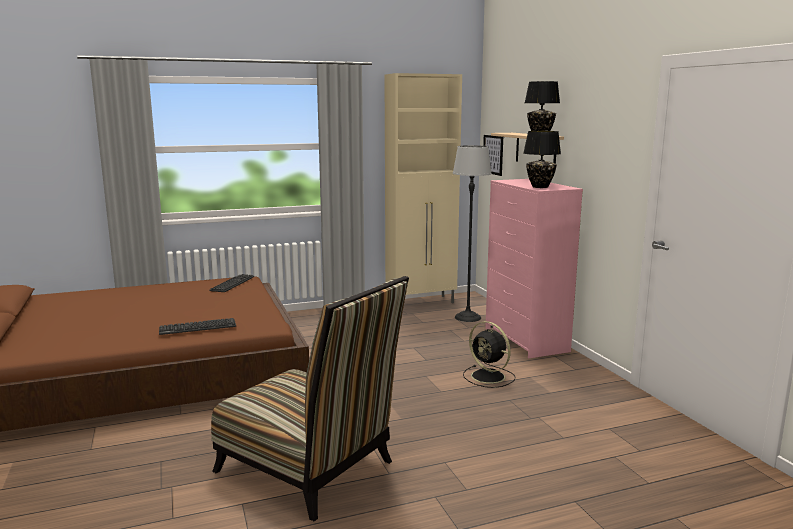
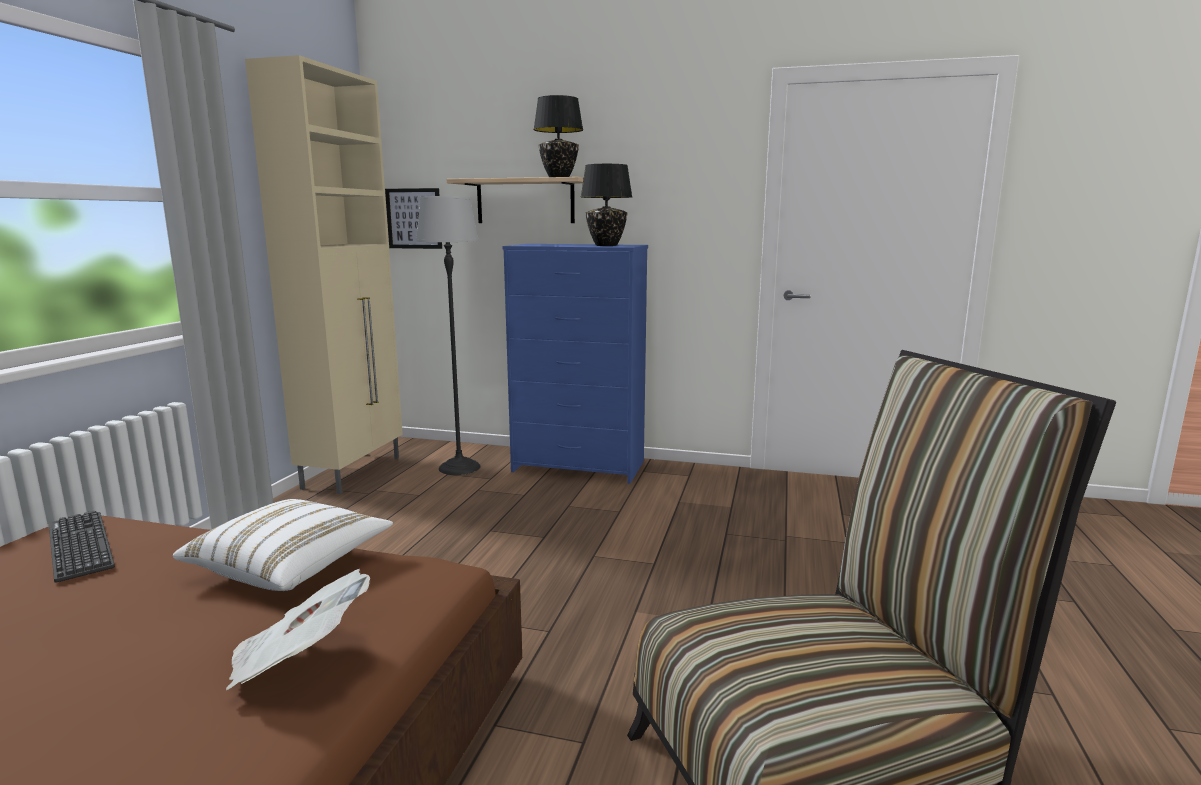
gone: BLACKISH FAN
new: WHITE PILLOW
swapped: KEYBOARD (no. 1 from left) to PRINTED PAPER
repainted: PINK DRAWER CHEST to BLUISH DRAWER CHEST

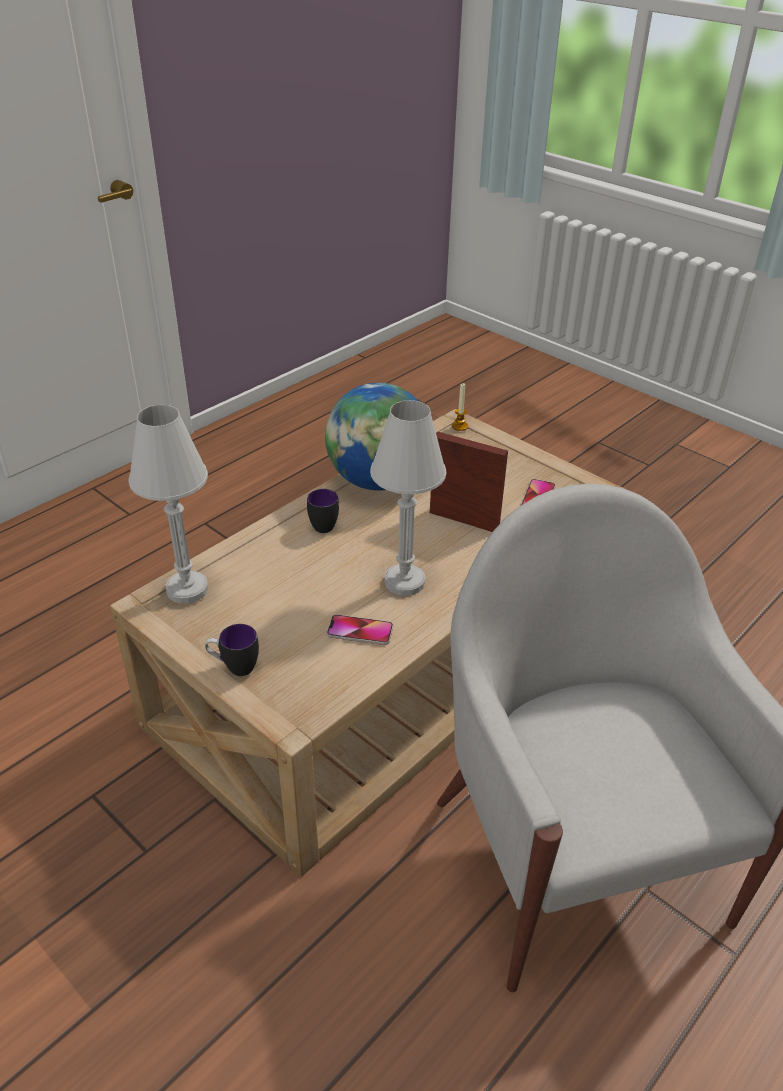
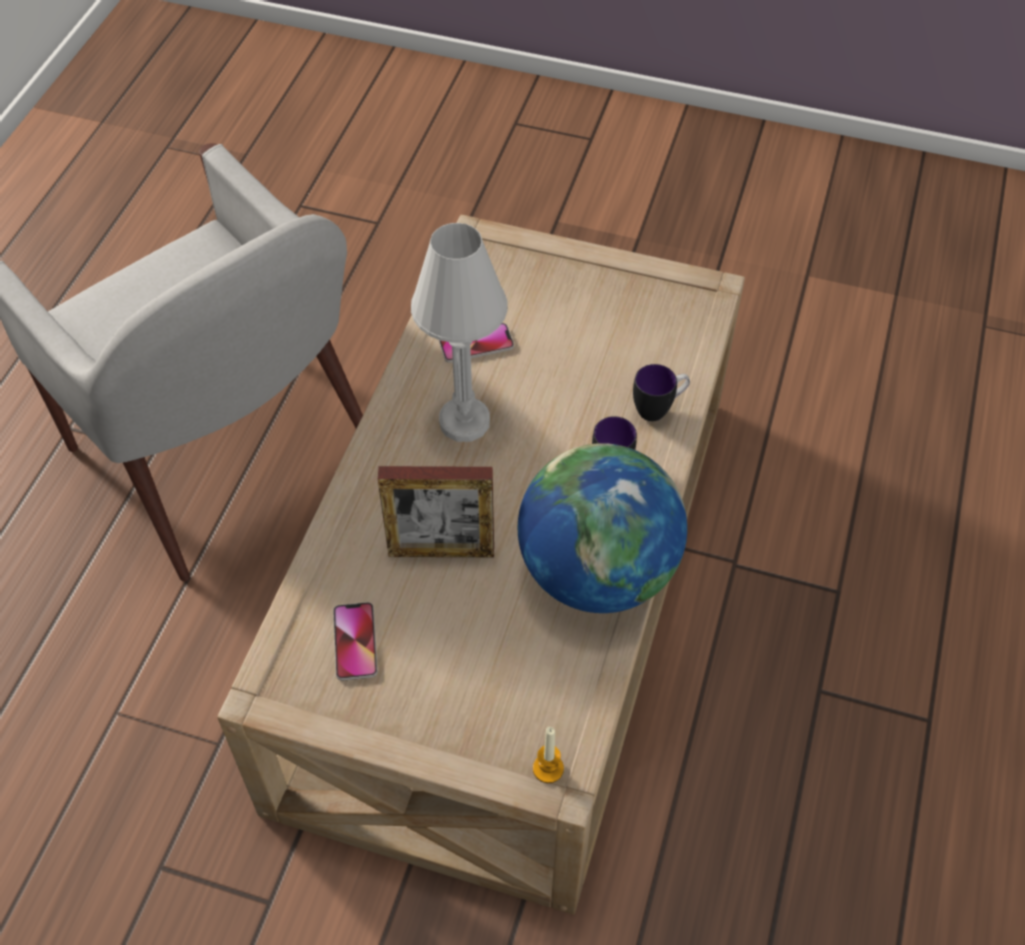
gone: WHITE TABLETOP LAMP (no. 1 from left)
shifted: MUG (no. 1 from left in the first image) to MUG (no. 2 from left)

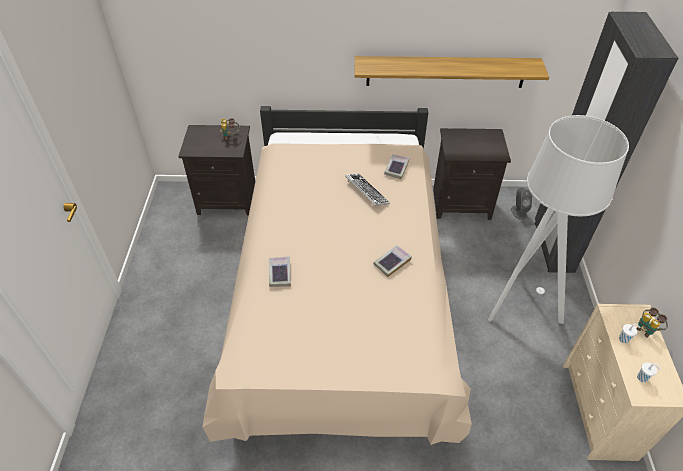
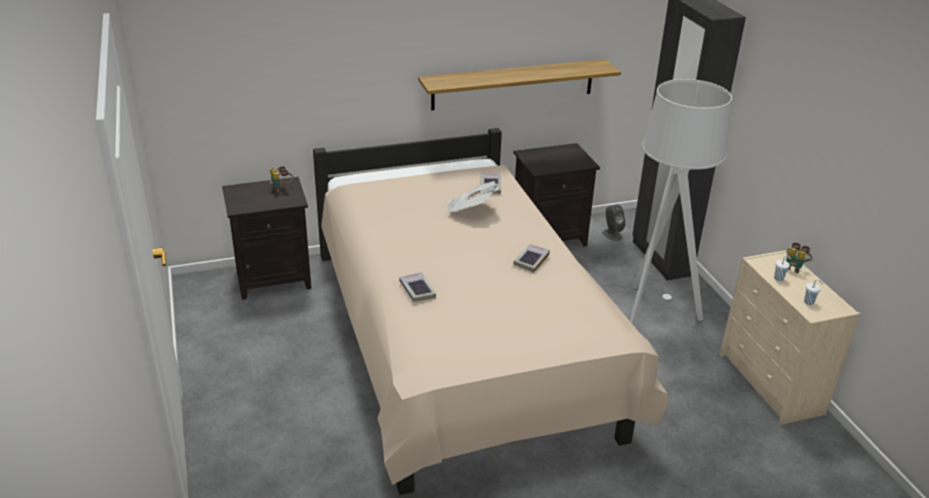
swapped: KEYBOARD to PRINTED PAPER

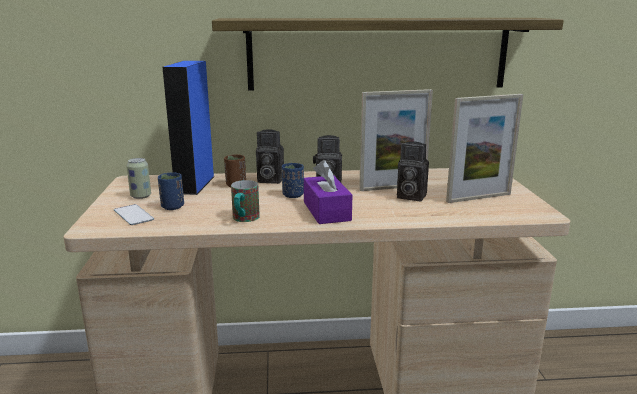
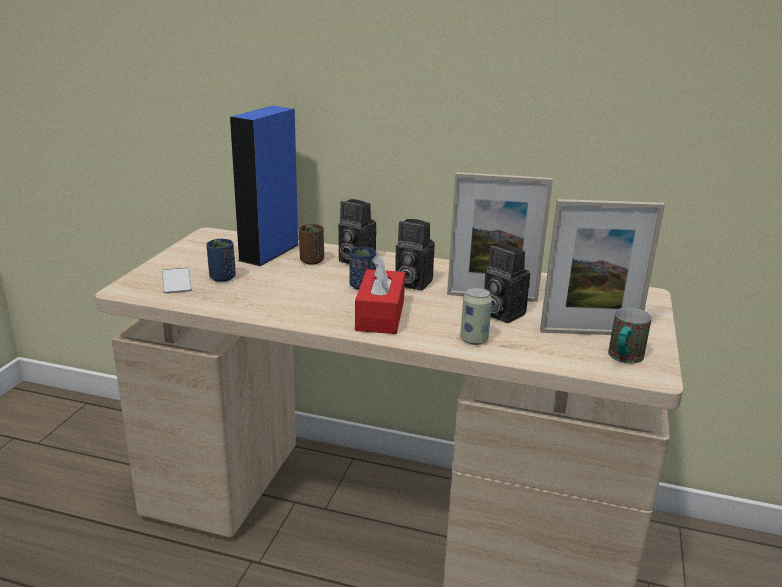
gone: SHELF
shifted: CAN; MUG
repainted: PURPLISH TISSUE BOX to RED-COLOURED TISSUE BOX

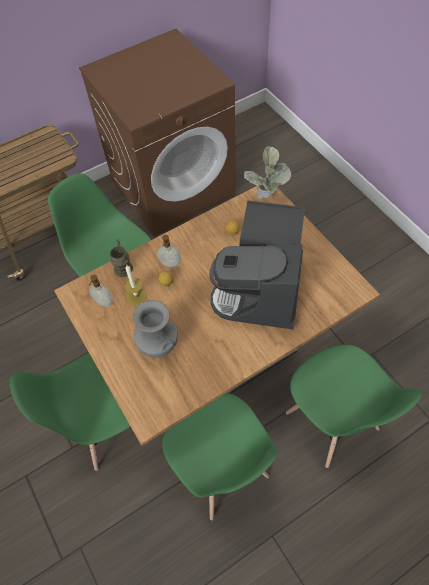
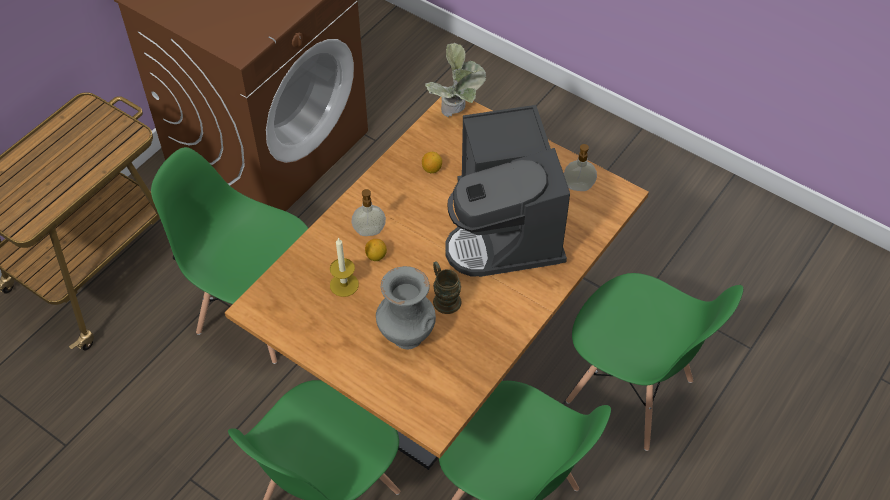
shifted: SOAP DISPENSER (no. 1 from left in the first image) to SOAP DISPENSER (no. 2 from left); BROWN-COLOURED MUG

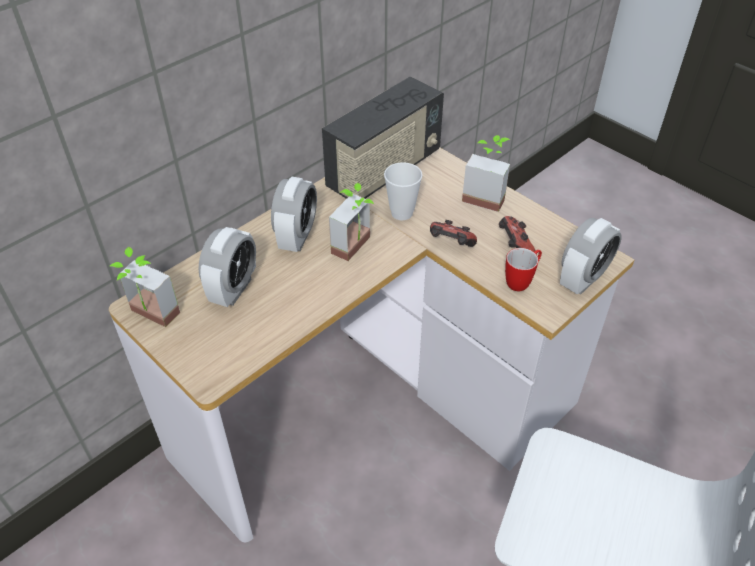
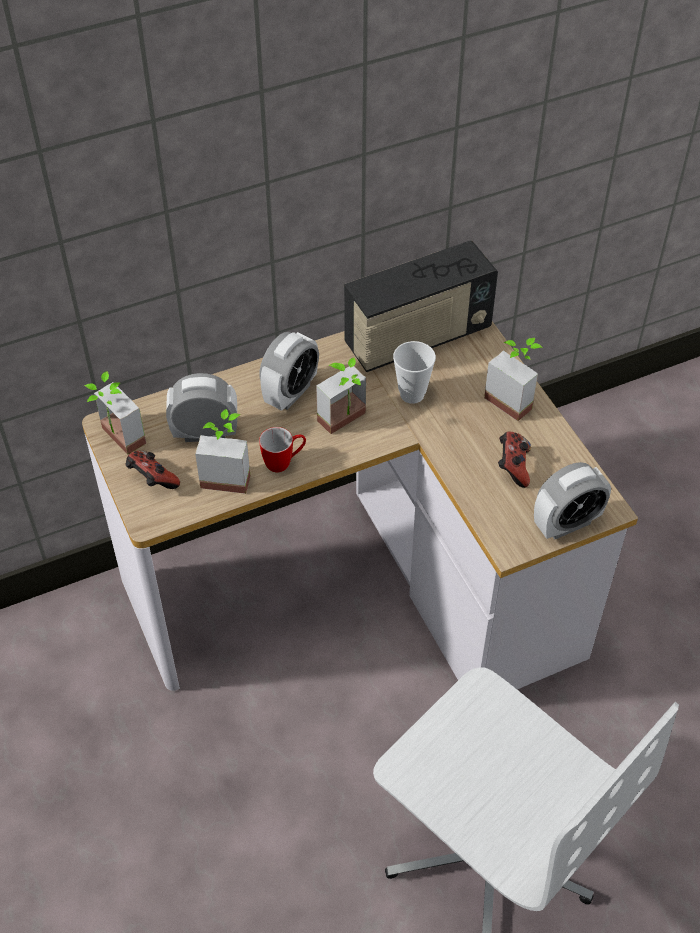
new: PLANT IN A POT (no. 2 from left)
shifted: JOYPAD (no. 1 from left); MUG
rotated: TABLE CLOCK (no. 1 from left) 135 degrees counterclockwise

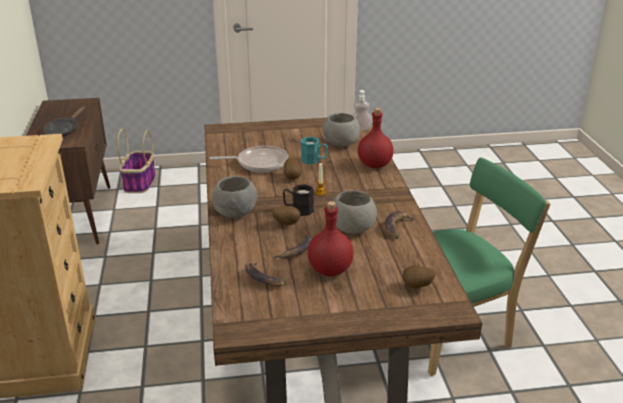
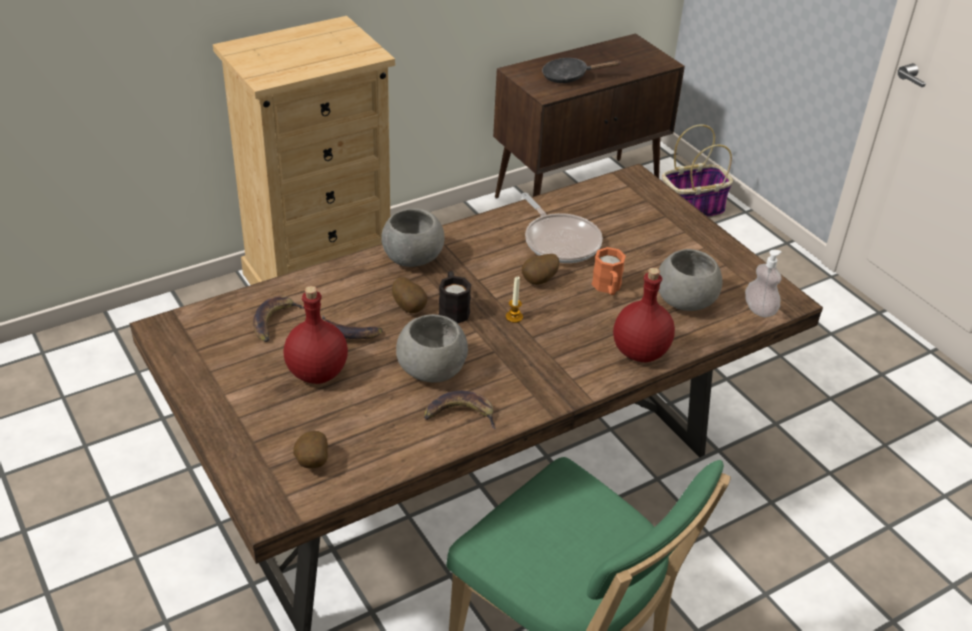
repainted: BLUE-GREEN MUG to ORANGE-COLOURED MUG

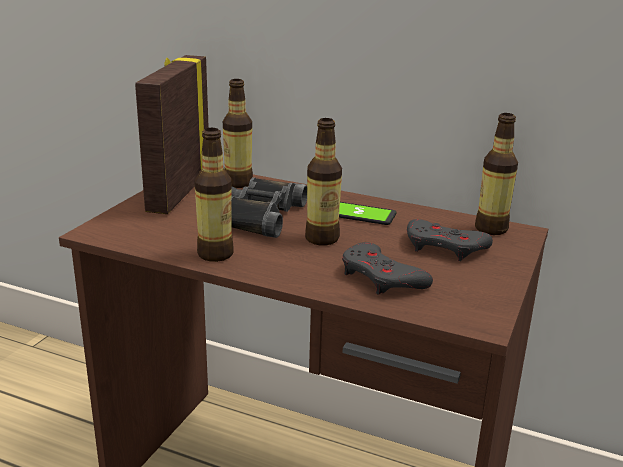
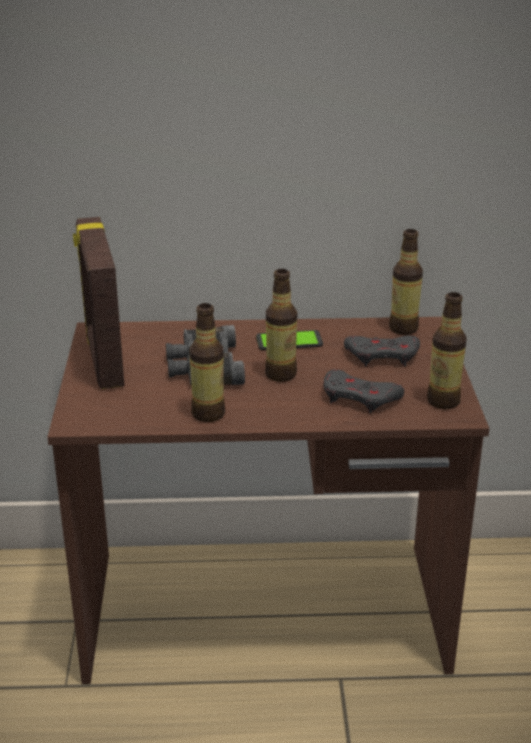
shifted: BEVERAGE BOTTLE (no. 2 from left in the first image) to BEVERAGE BOTTLE (no. 4 from left)

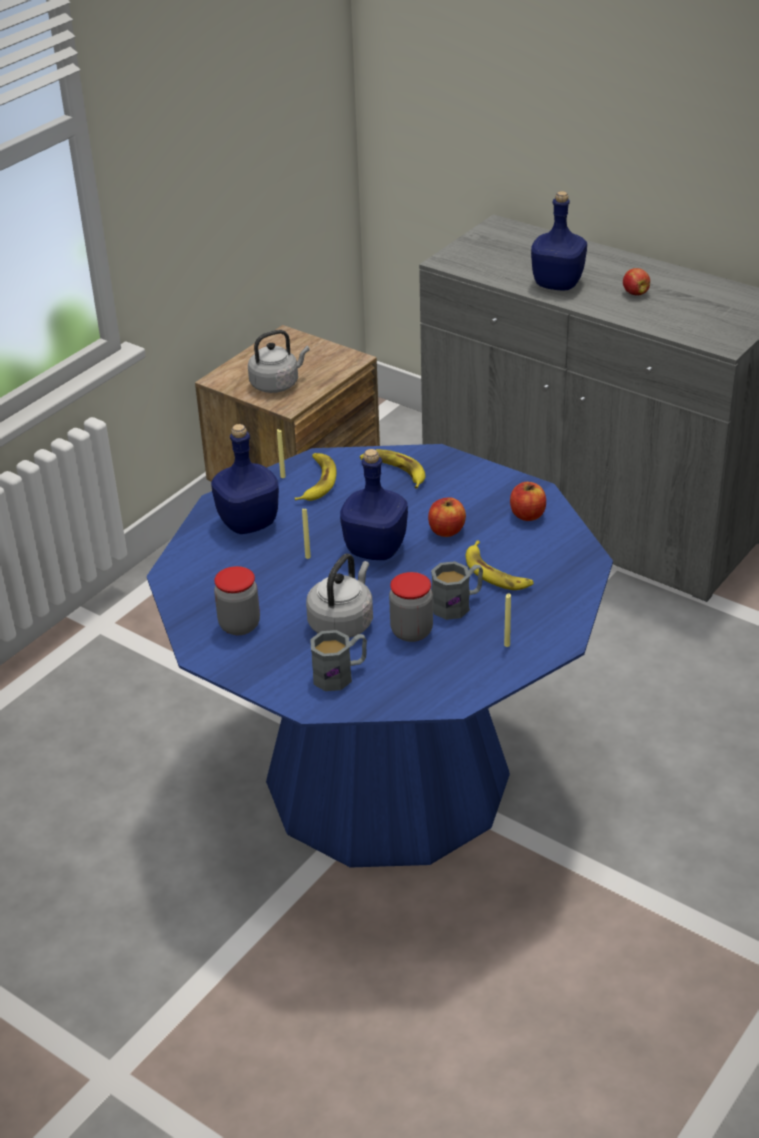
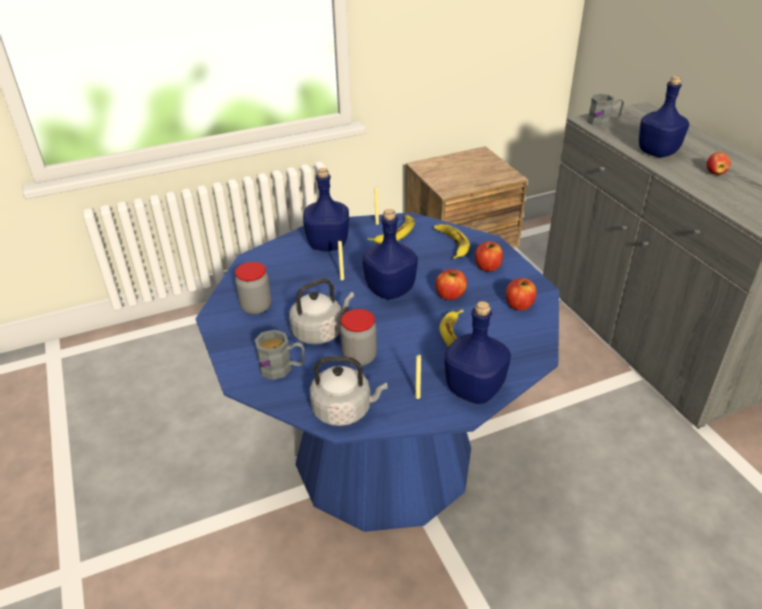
new: BLUISH BEVERAGE BOTTLE (no. 3 from left); WHOLE APPLE (no. 2 from left)
shifted: GRAY TEA KETTLE (no. 1 from left in the first image) to GRAY TEA KETTLE (no. 2 from left); GRAY MUG (no. 2 from left)

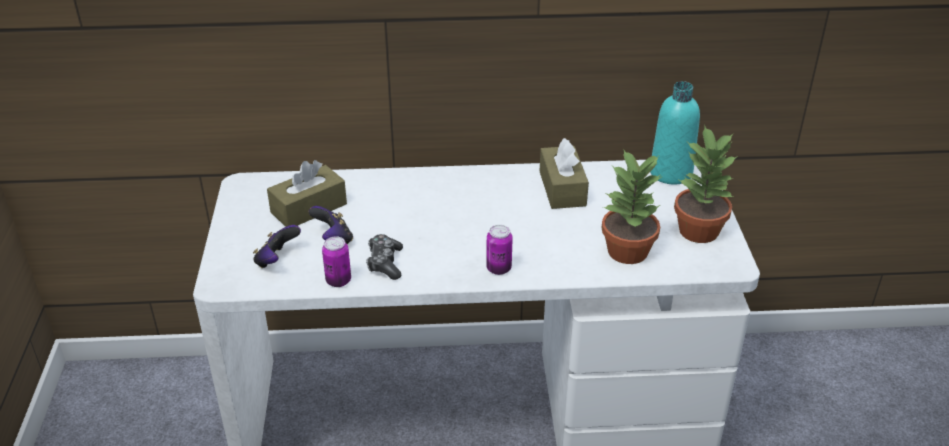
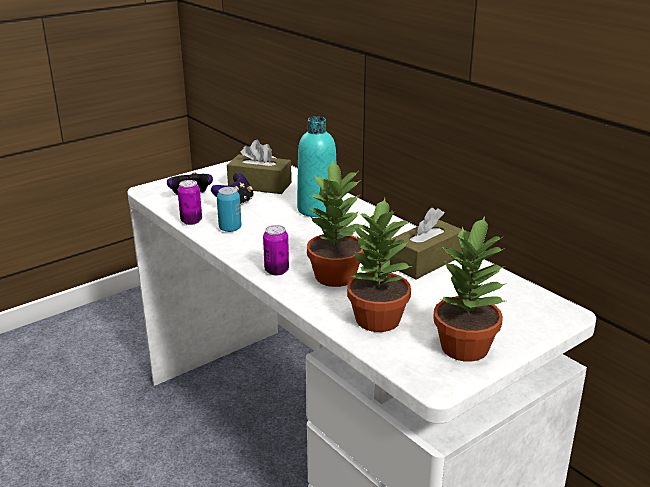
new: PLANT IN A POT (no. 1 from left)
shifted: BLUE-GREEN BEVERAGE BOTTLE
swapped: JOYPAD (no. 3 from left) to CAN (no. 2 from left)

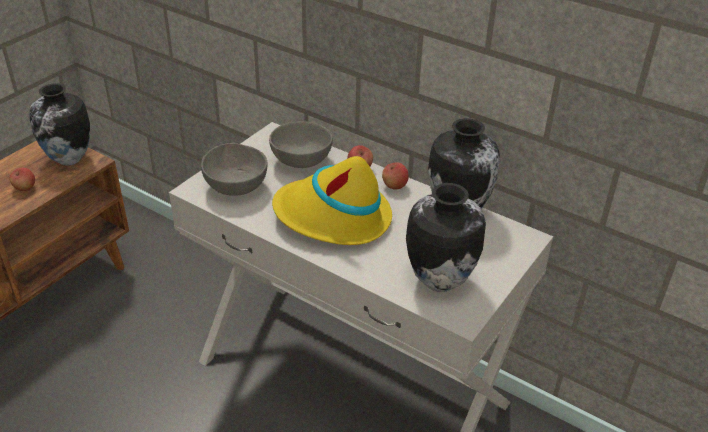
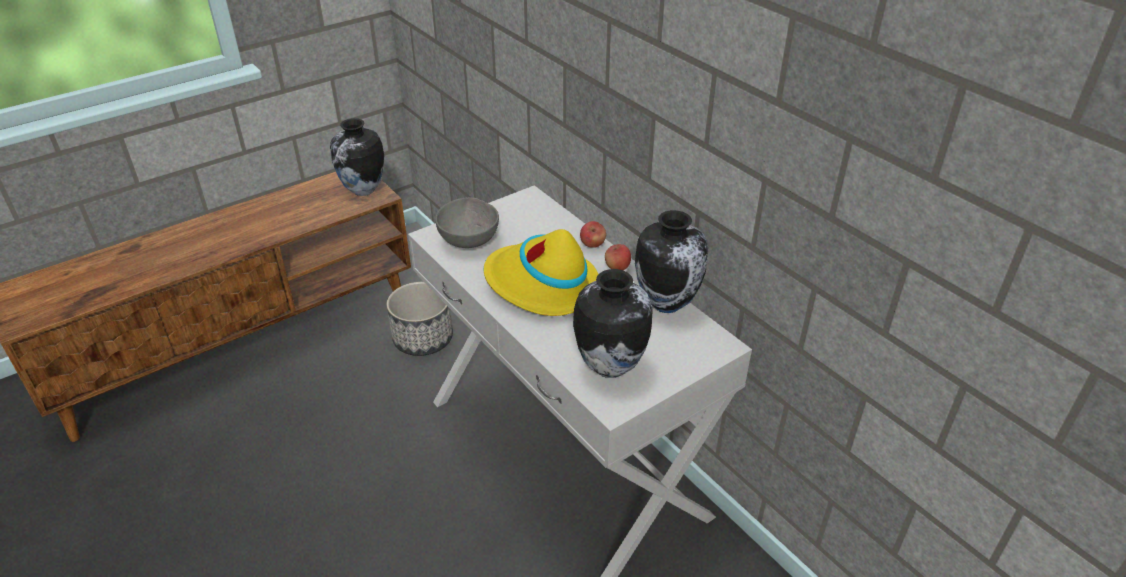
gone: WHOLE APPLE (no. 1 from left); GRAY SERVING BOWL (no. 2 from left)
new: PLANT POT

